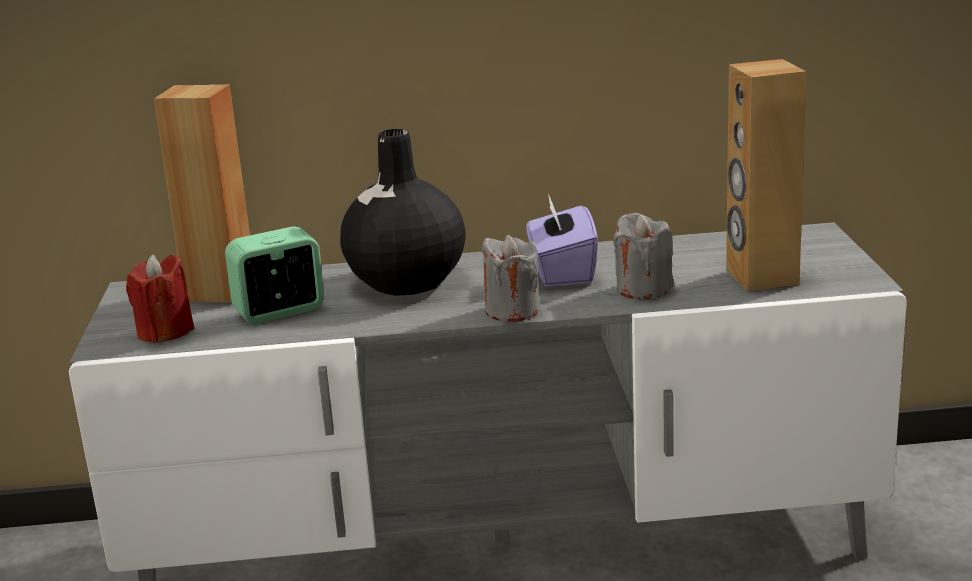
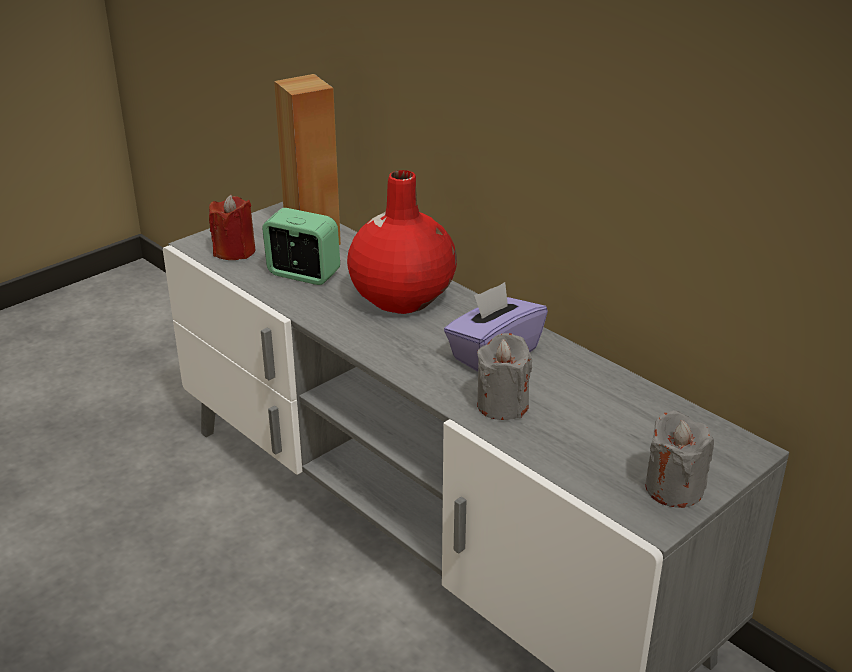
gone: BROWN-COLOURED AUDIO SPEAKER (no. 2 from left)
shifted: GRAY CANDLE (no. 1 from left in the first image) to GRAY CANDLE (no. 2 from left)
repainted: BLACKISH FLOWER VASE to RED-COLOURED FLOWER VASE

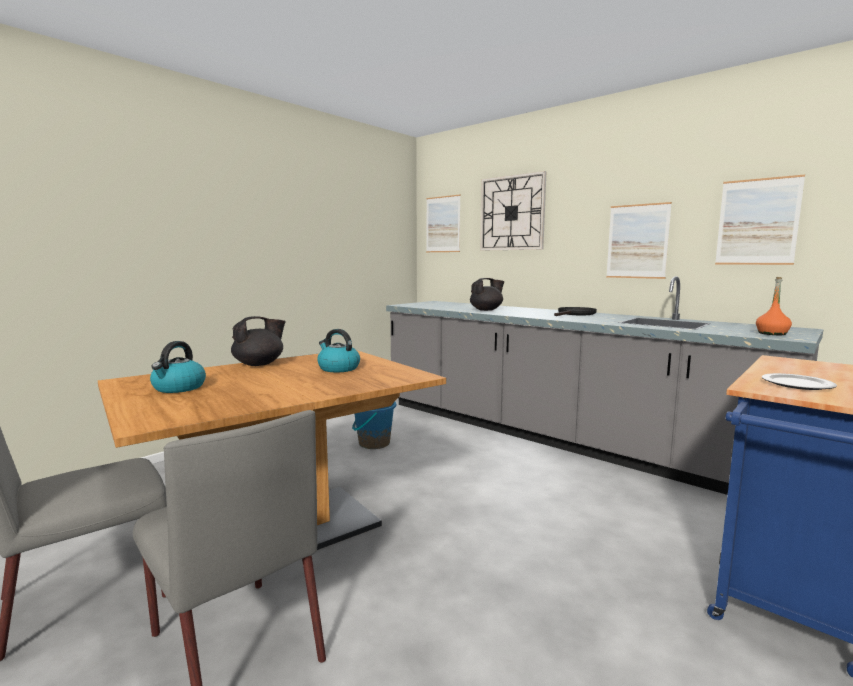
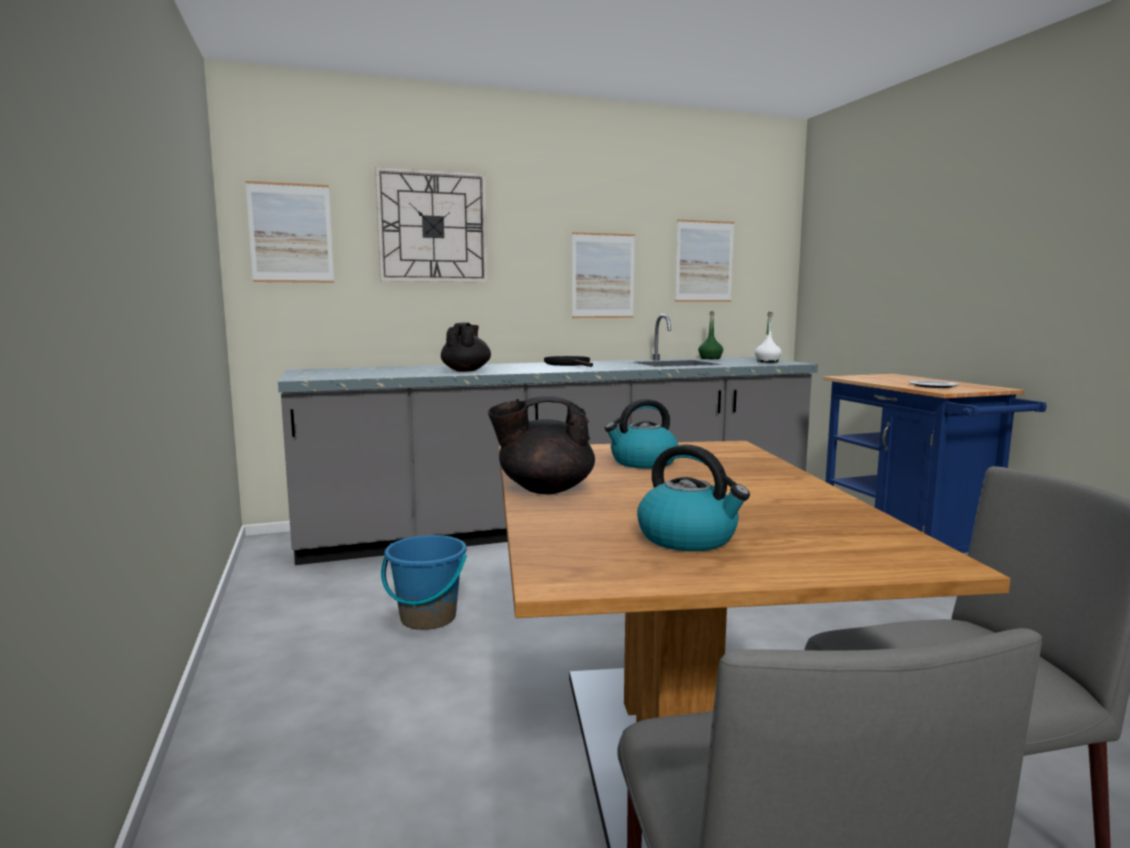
new: GREENISH BEVERAGE BOTTLE
repainted: ORANGE-COLOURED BEVERAGE BOTTLE to WHITE BEVERAGE BOTTLE
rotated: BLACKISH POT FOR TEA (no. 1 from left in the first image) 90 degrees counterclockwise

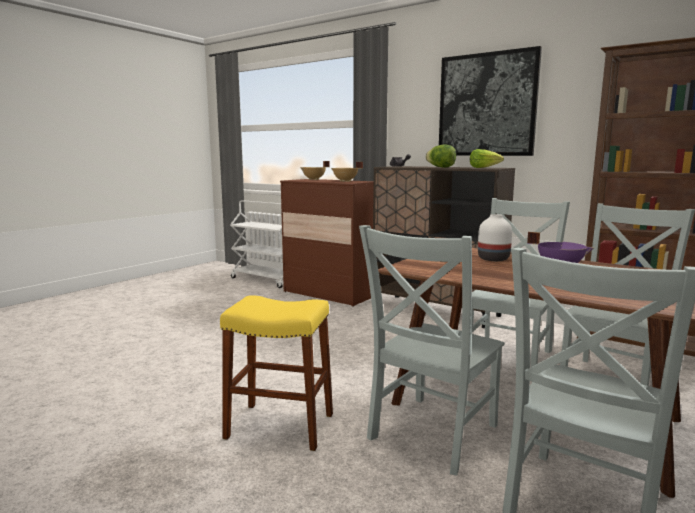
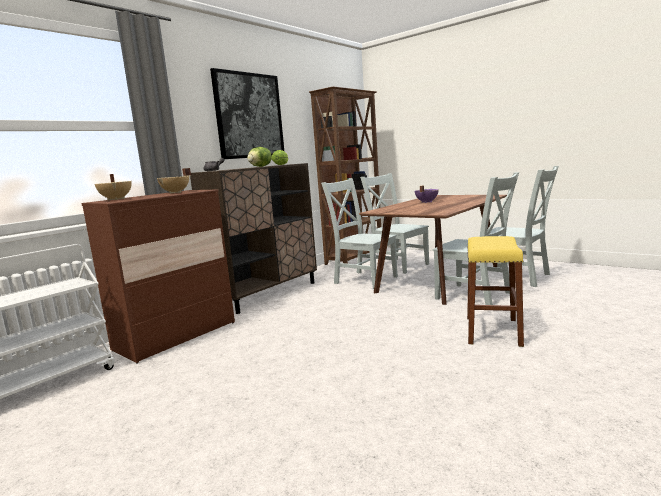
gone: WHITE FLOWER VASE

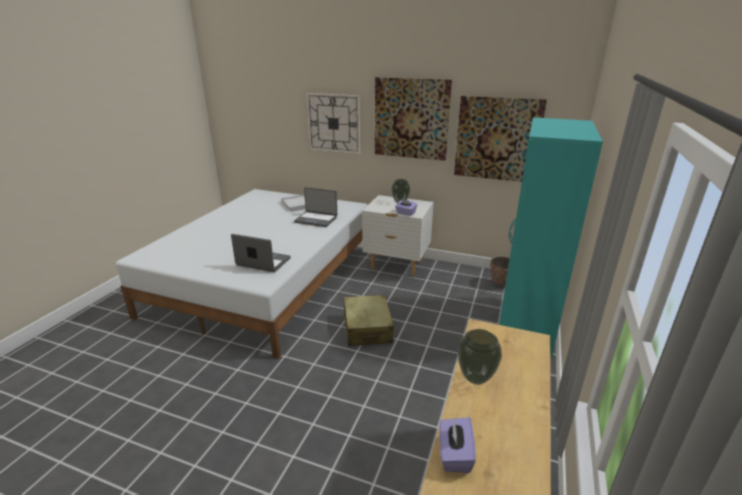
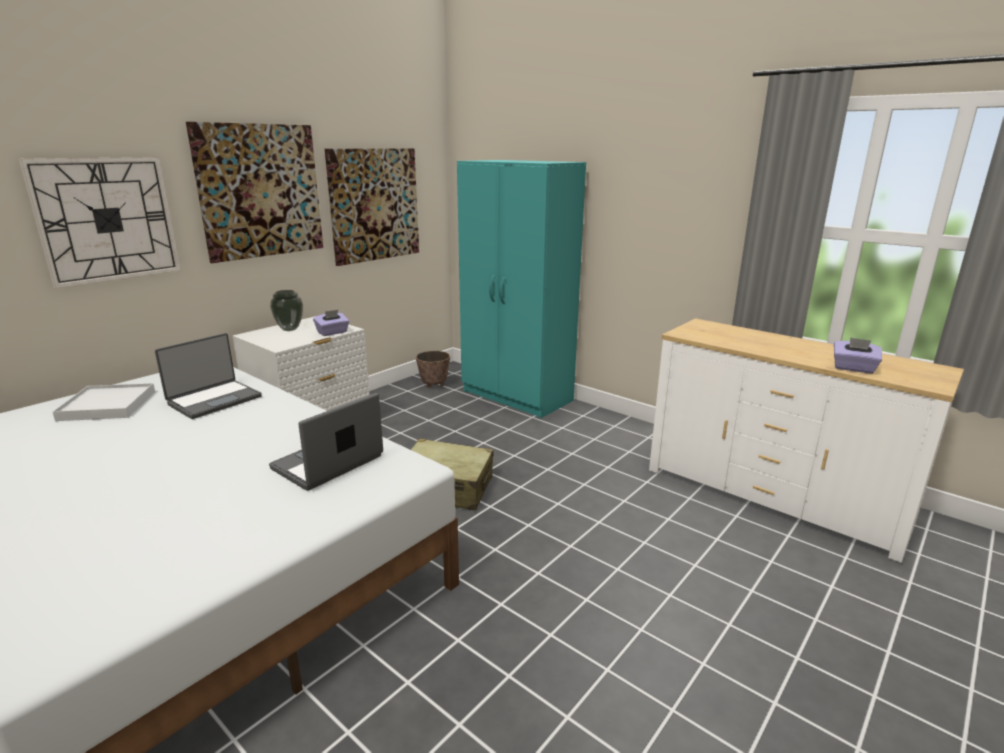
gone: FLOWER VASE (no. 2 from left)

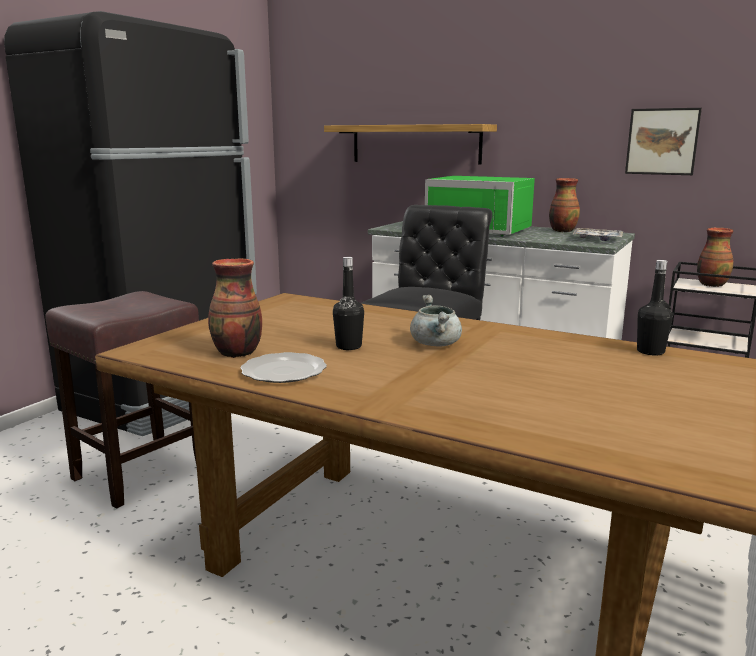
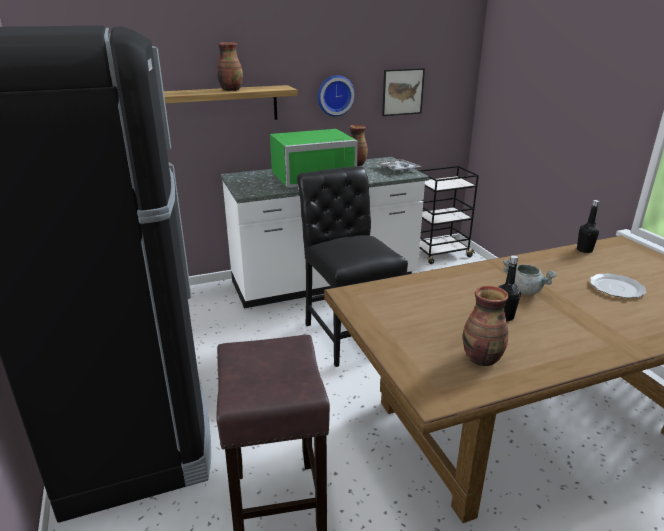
new: CLOCK ON THE WALL
shifted: PLATE; FLOWER VASE (no. 3 from left in the first image) to FLOWER VASE (no. 1 from left)

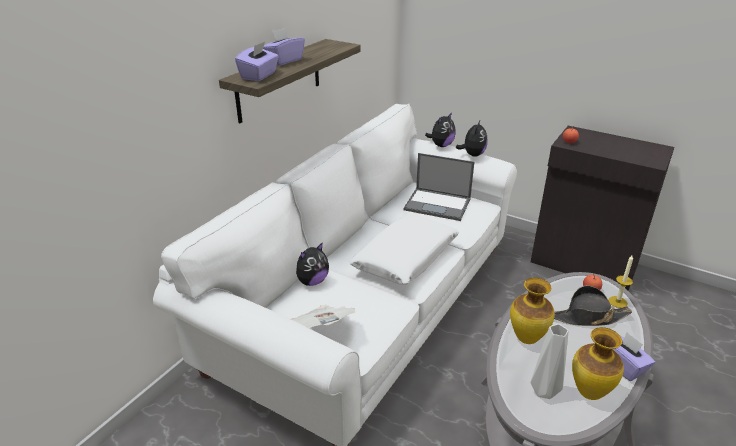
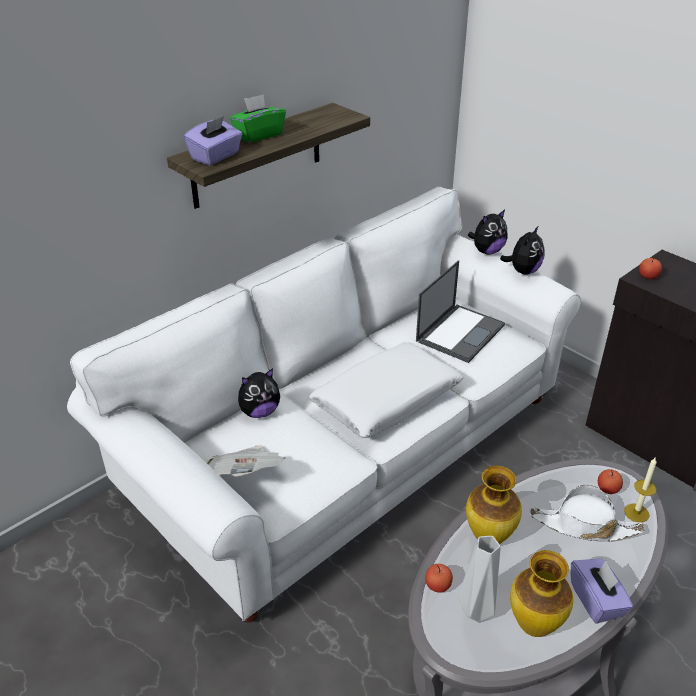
new: WHOLE APPLE (no. 1 from left)
repainted: PURPLISH TISSUE BOX (no. 2 from left) to GREENISH TISSUE BOX; BLACKISH HAT to WHITE HAT
rotated: LAPTOP 90 degrees counterclockwise

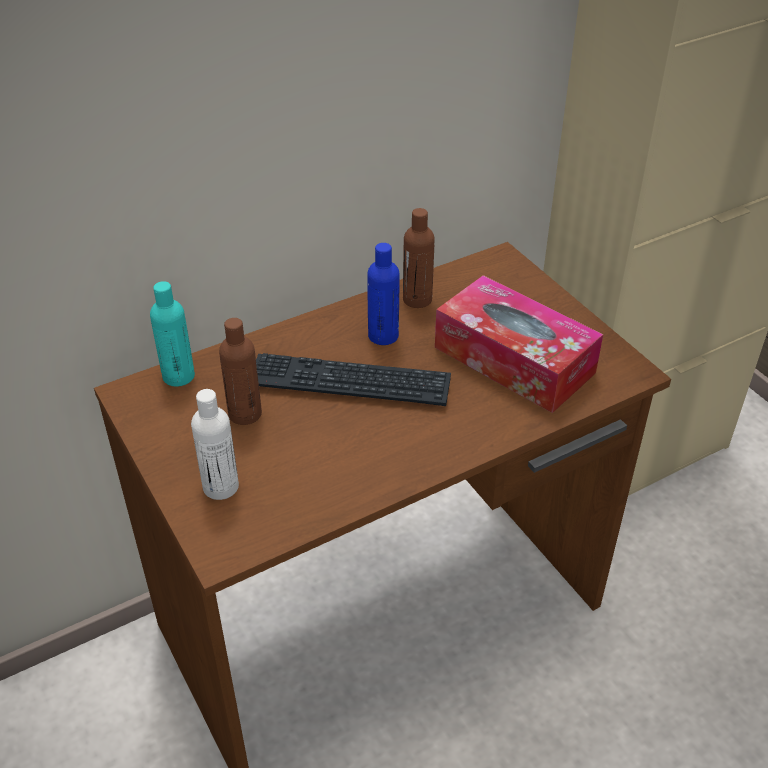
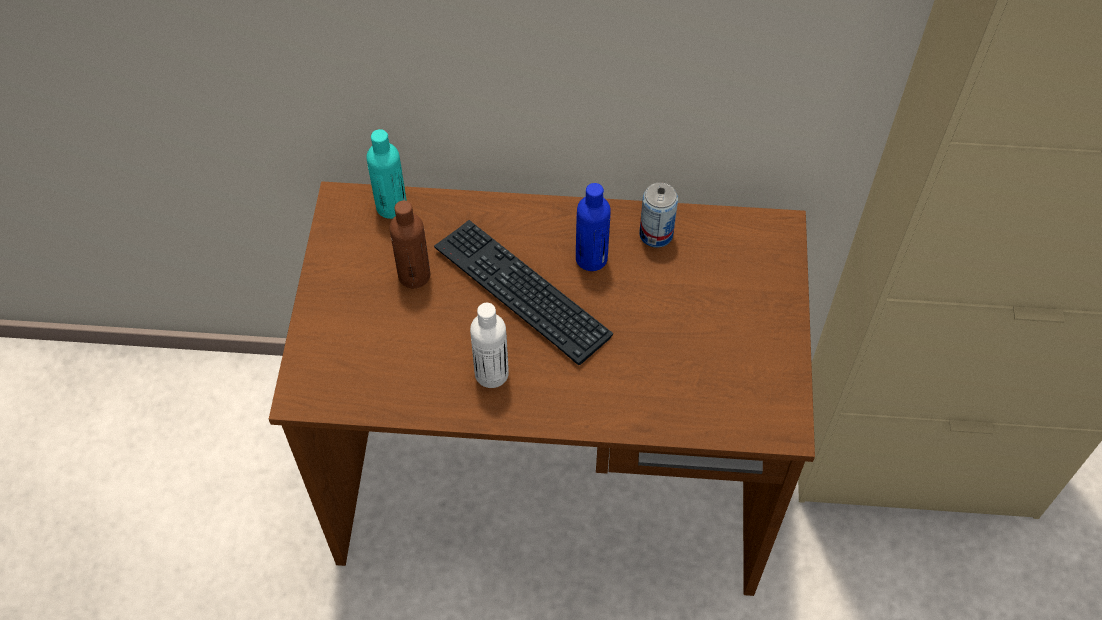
gone: TISSUE BOX
shifted: WHITE BEVERAGE BOTTLE
swapped: BROWN-COLOURED BEVERAGE BOTTLE (no. 2 from left) to CAN

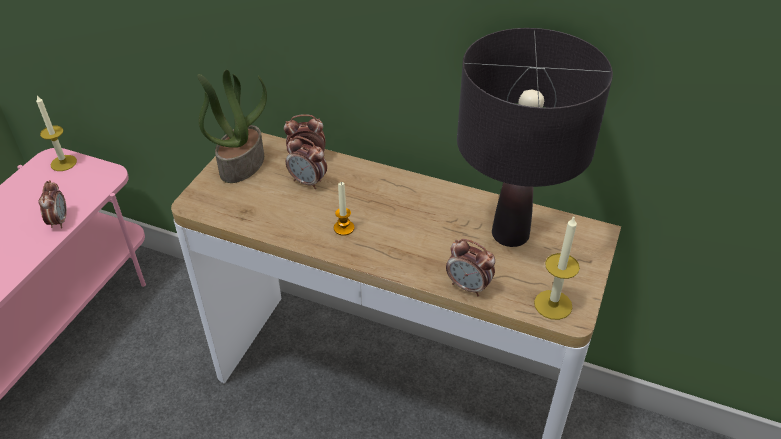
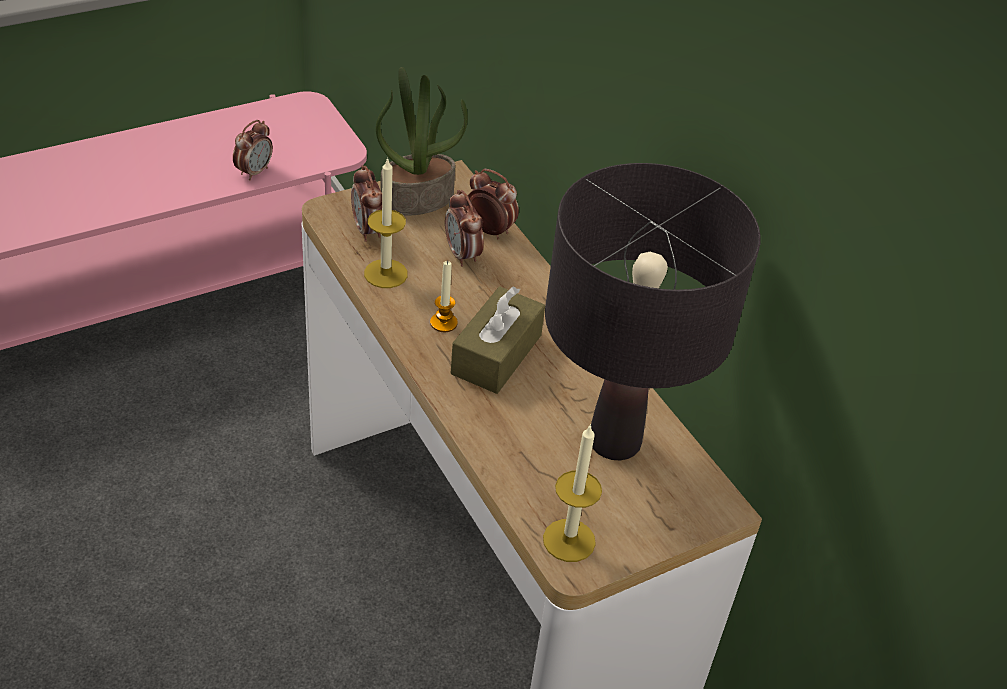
new: BROWN-COLOURED TISSUE BOX
shifted: CANDLE (no. 1 from left); TABLE CLOCK (no. 4 from left in the first image) to TABLE CLOCK (no. 2 from left)

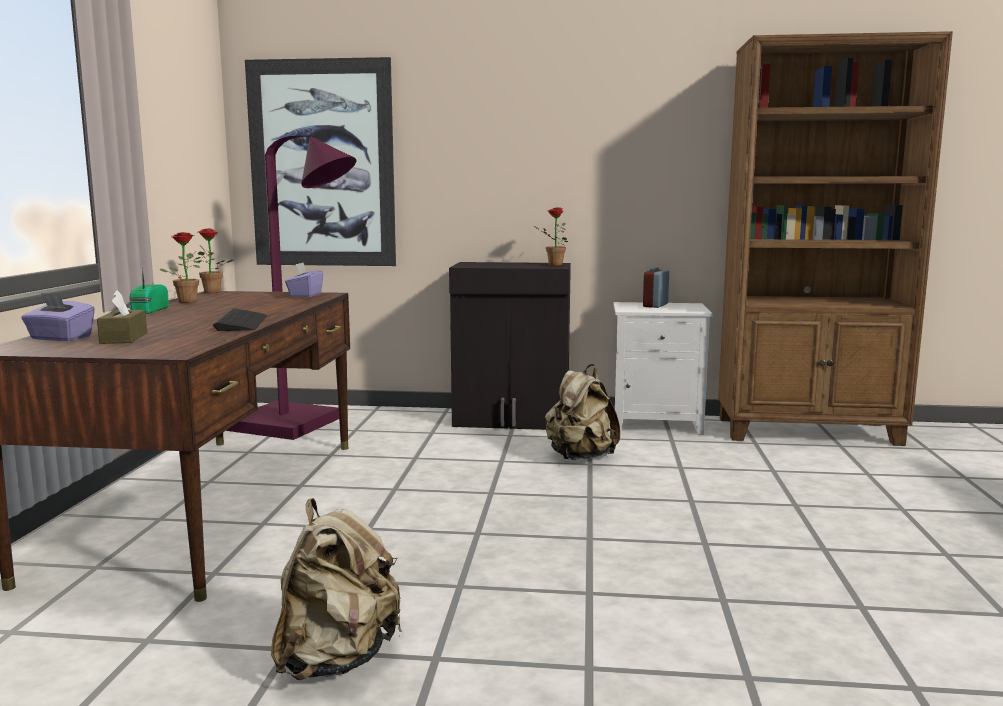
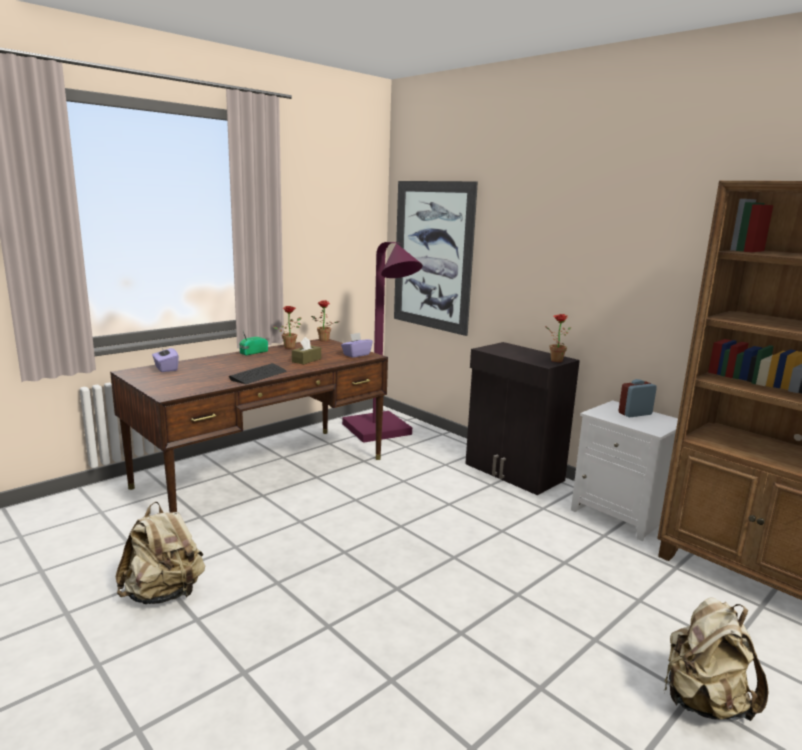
shifted: BROWN-COLOURED TISSUE BOX; BEIGE-COLOURED BACKPACK (no. 2 from left)

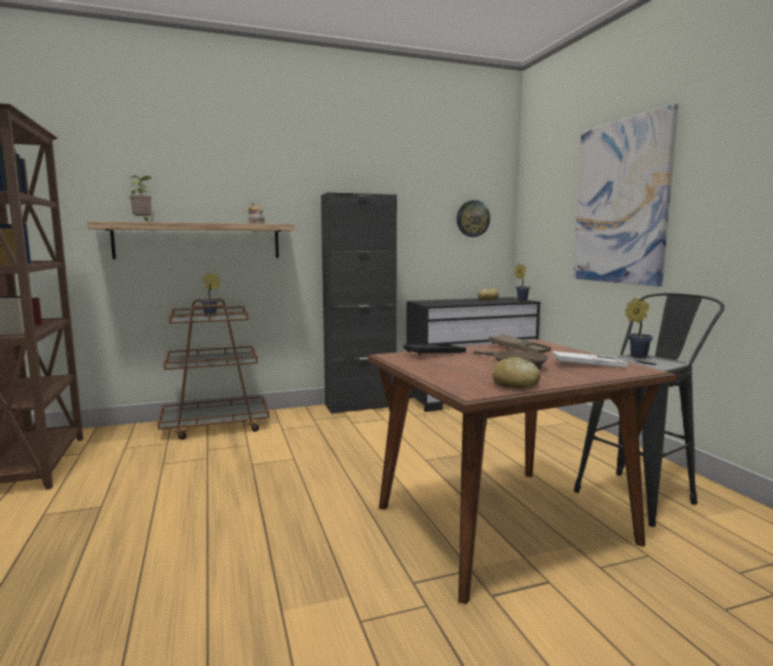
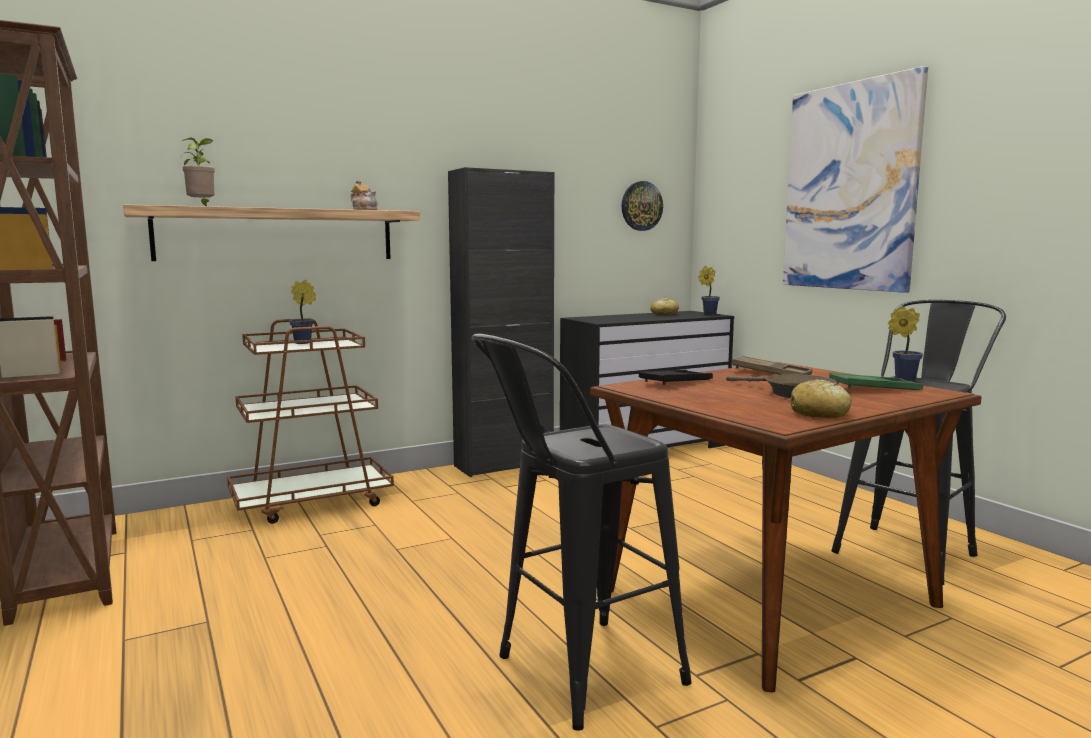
new: BLACKISH STOOL (no. 1 from left)
repainted: WHITE TRAY to GREENISH TRAY

